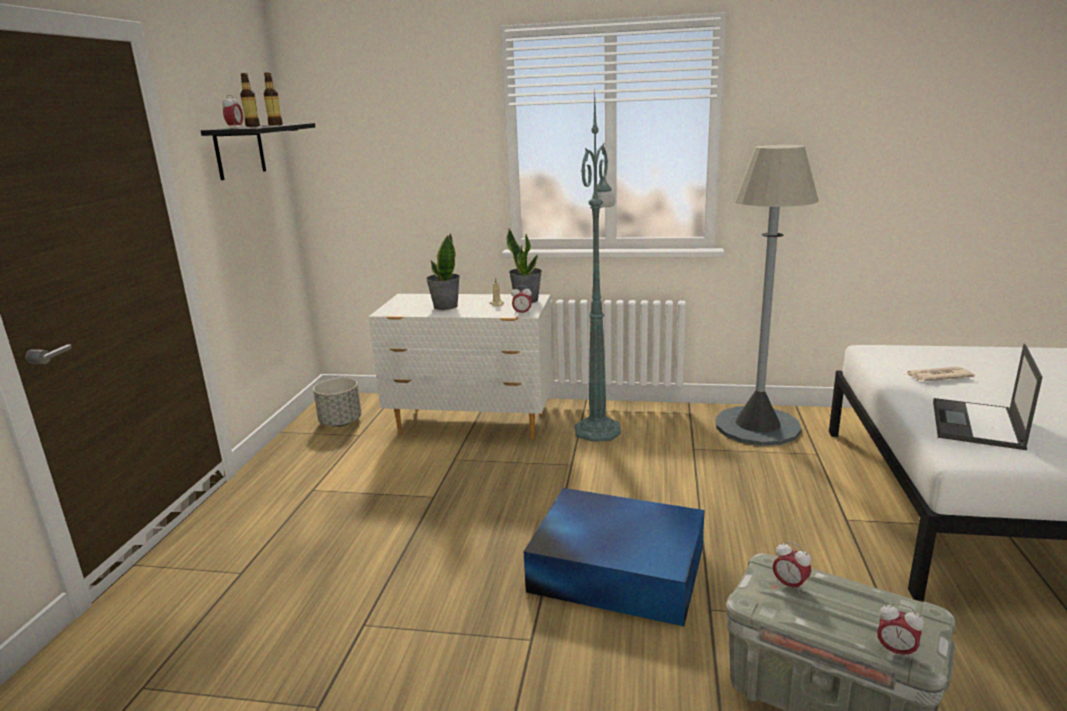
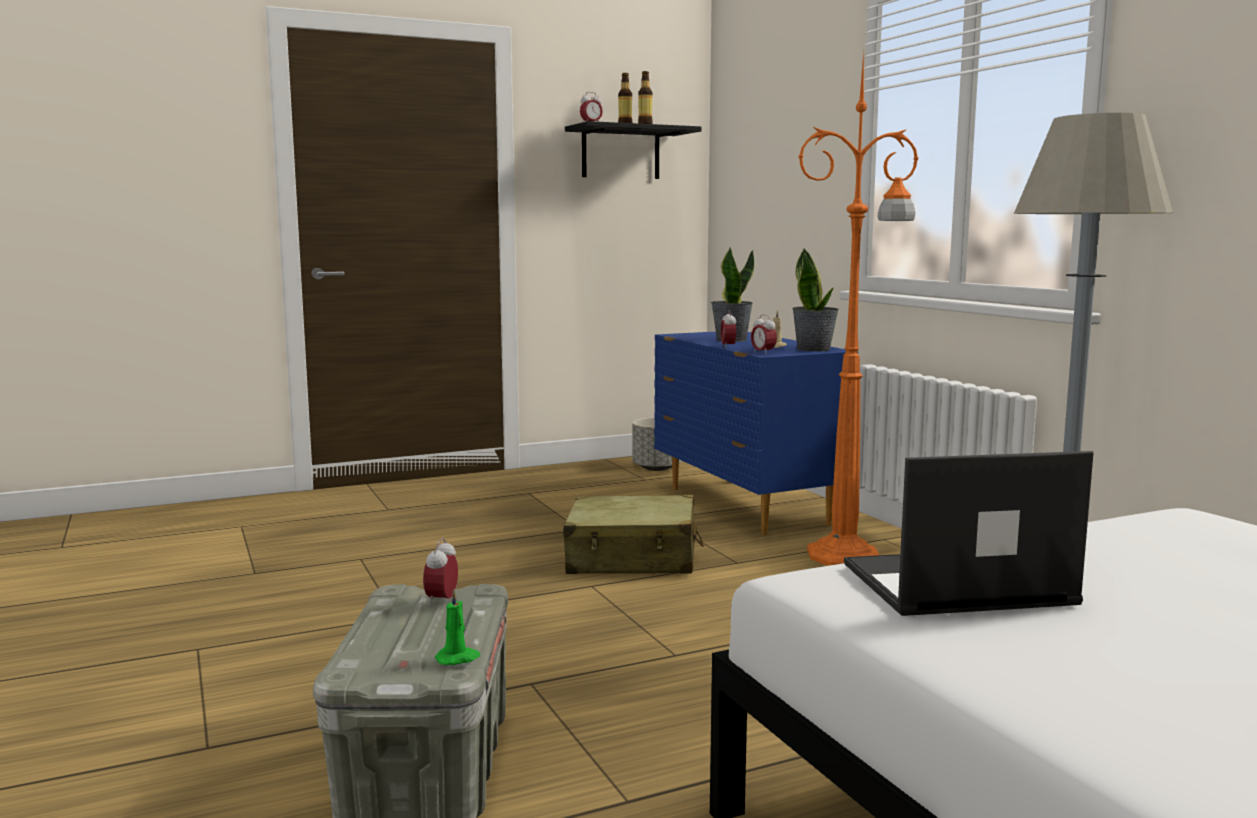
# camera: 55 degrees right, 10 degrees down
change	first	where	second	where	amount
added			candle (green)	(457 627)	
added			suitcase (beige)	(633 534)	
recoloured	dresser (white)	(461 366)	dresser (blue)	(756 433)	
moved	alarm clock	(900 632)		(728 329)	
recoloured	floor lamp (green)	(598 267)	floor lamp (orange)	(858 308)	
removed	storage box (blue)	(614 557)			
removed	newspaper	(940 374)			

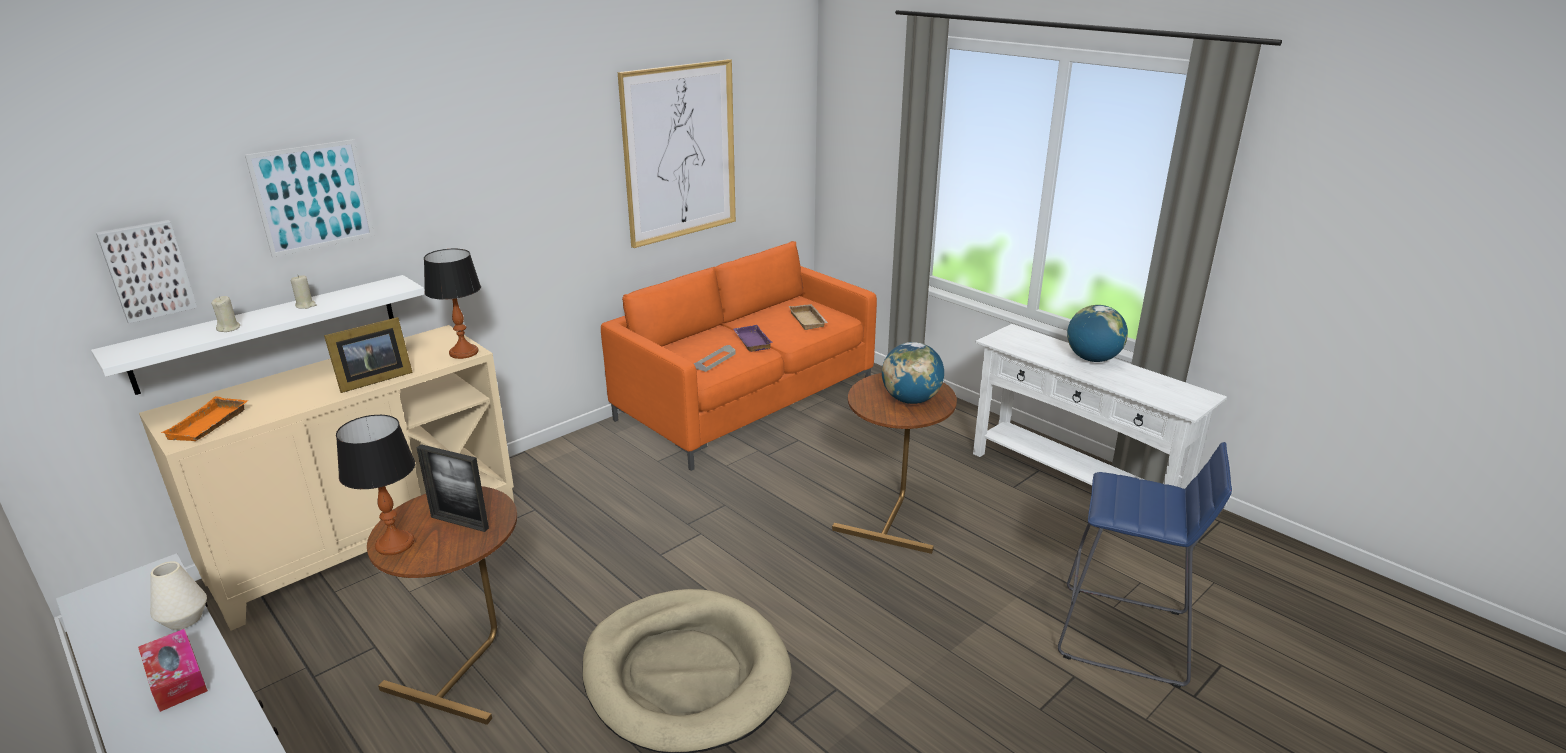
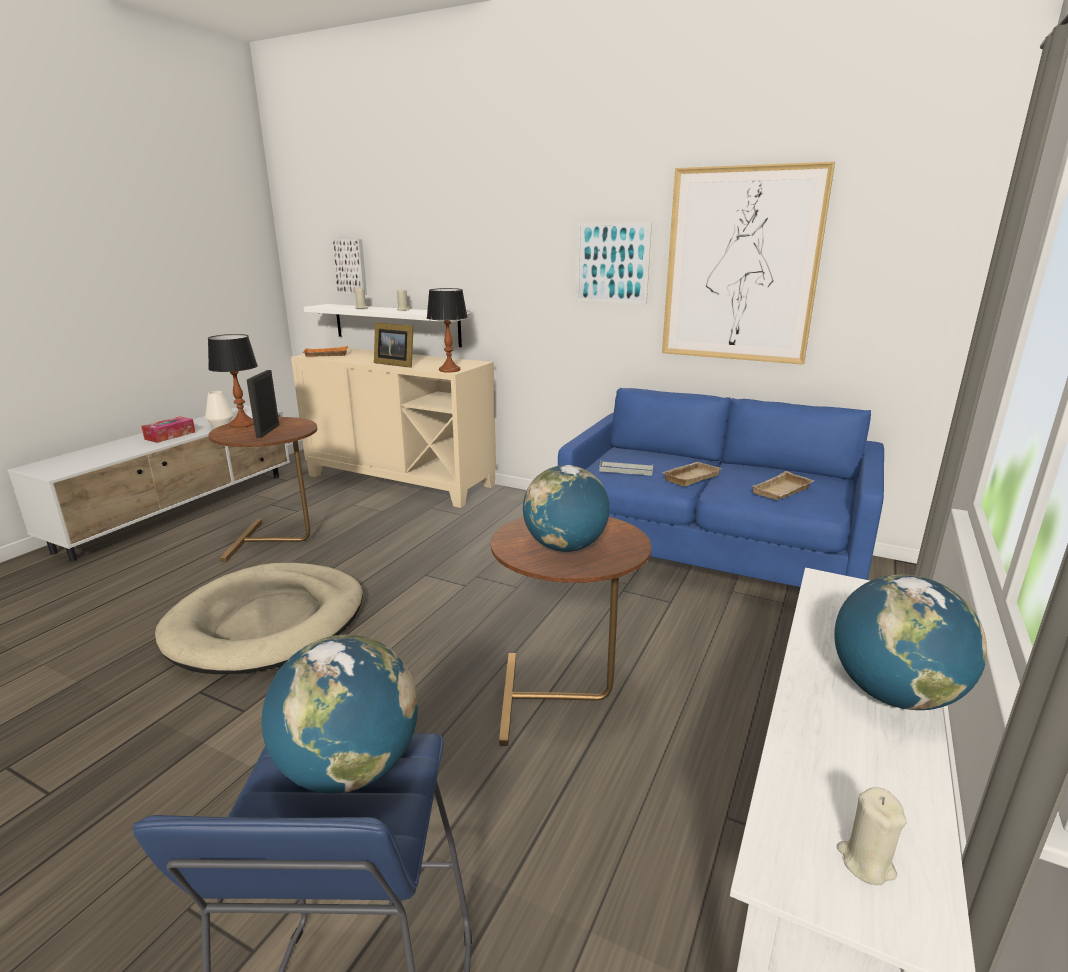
# camera: 70 degrees right, 5 degrees down
change	first	where	second	where	amount
added			globe	(340 714)	
recoloured	sofa (orange)	(739 356)	sofa (blue)	(721 487)	
moved	picture	(310 198)		(614 263)	
recoloured	tray (purple)	(752 338)	tray (beige)	(692 474)	
added			candle (beige)	(872 836)	

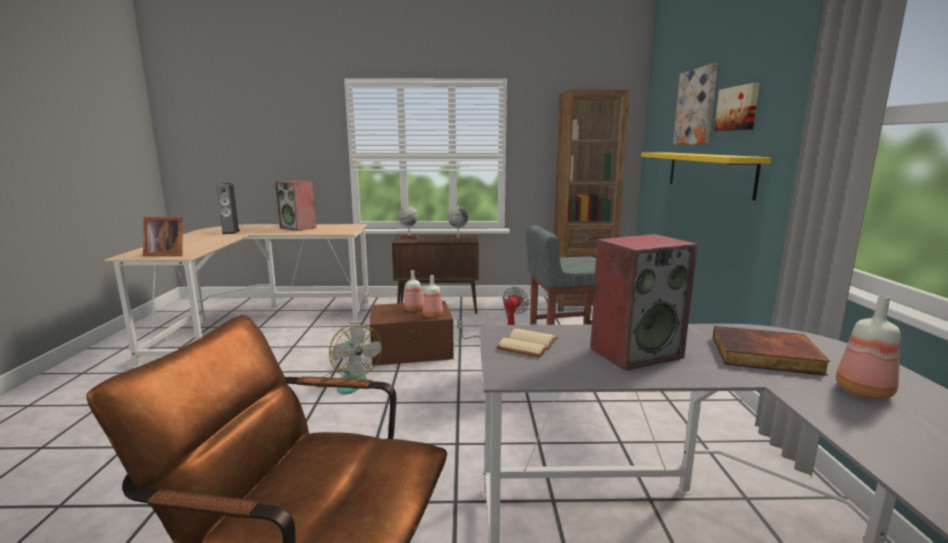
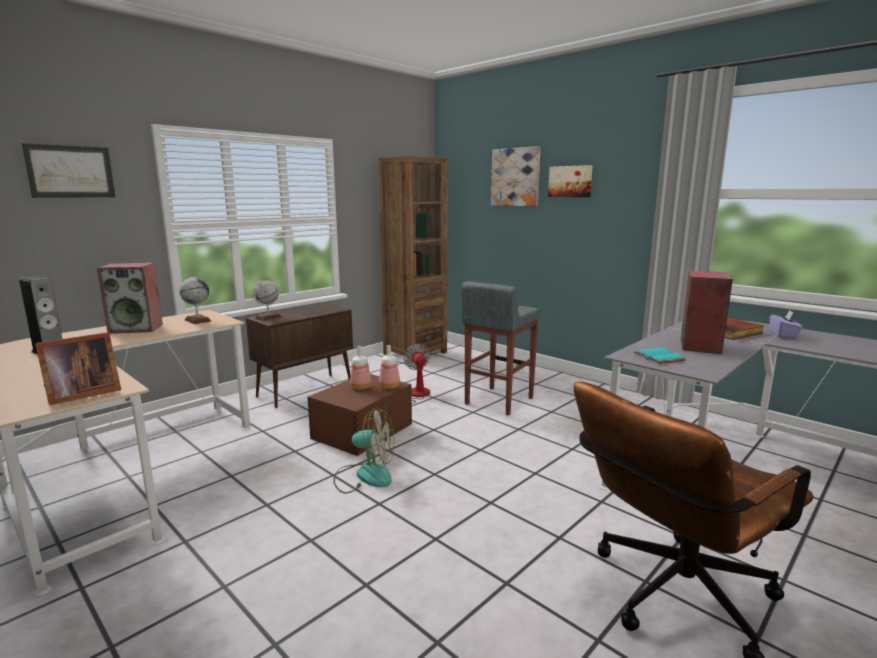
# camera: 45 degrees left, 0 degrees up
change	first	where	second	where	amount
added			picture	(68 170)	
moved	globe	(458 223)		(195 299)	
recoloured	book (beige)	(527 343)	book (turquoise)	(660 356)	
replaced	bottle	(868 347)	tissue box (purple)	(786 324)	
removed	shelf (yellow)	(706 176)			

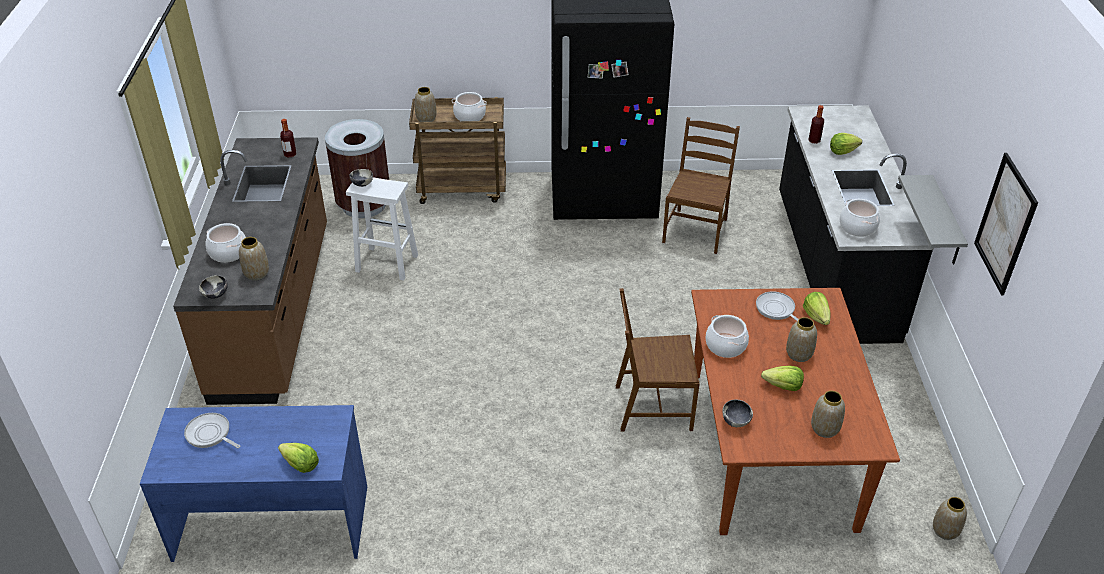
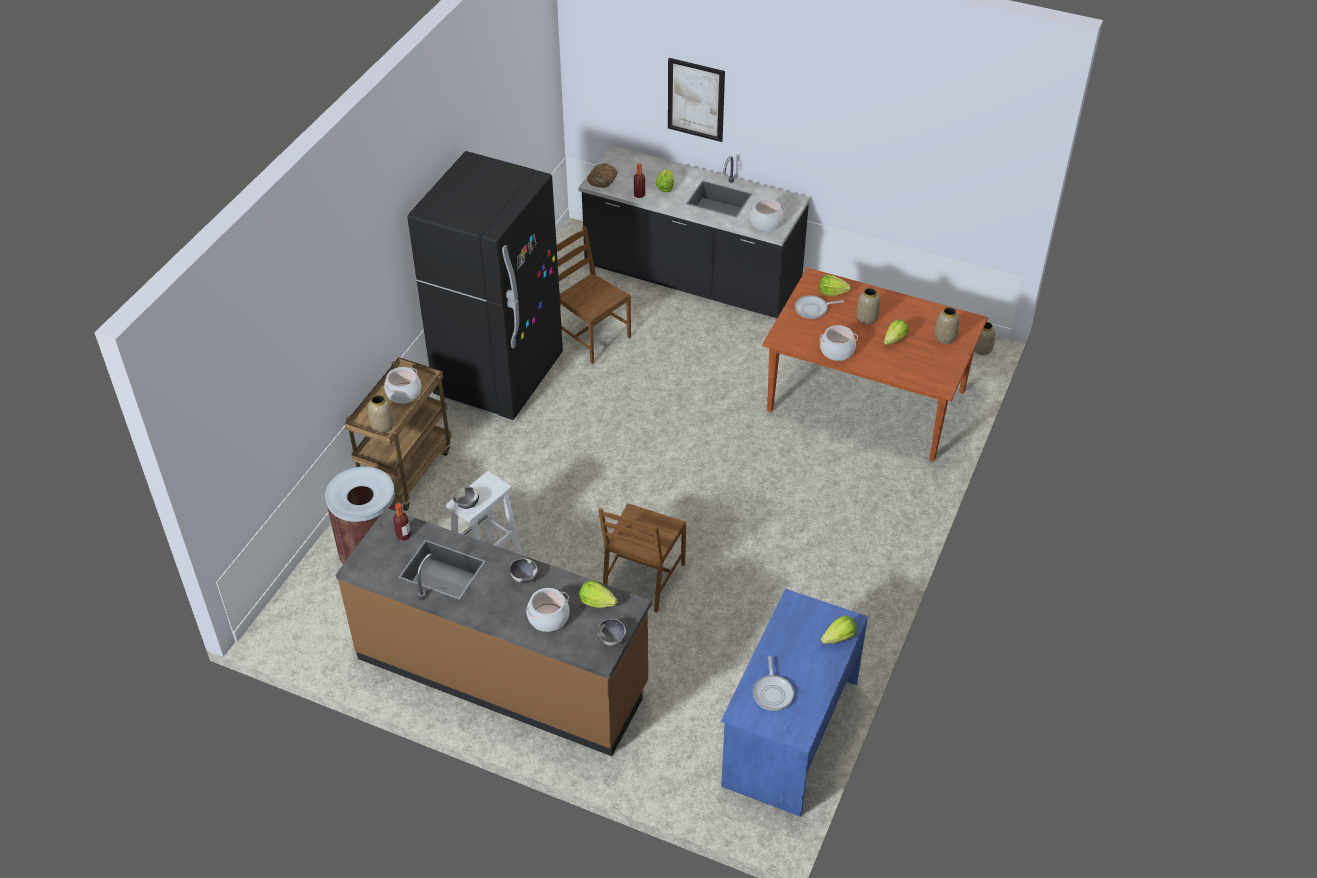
# camera: 65 degrees left, 5 degrees up
change	first	where	second	where	amount
moved	bowl	(737 413)		(524 570)	
replaced	vase	(254 259)	lettuce	(598 594)	
added			bread	(602 175)	
moved	chair (brown)	(658 360)		(642 557)	
moved	picture	(1006 224)		(696 100)	
turned	frying pan	(212 430)		(773 683)	60 degrees counterclockwise
removed	shelf (grey)	(933 219)			

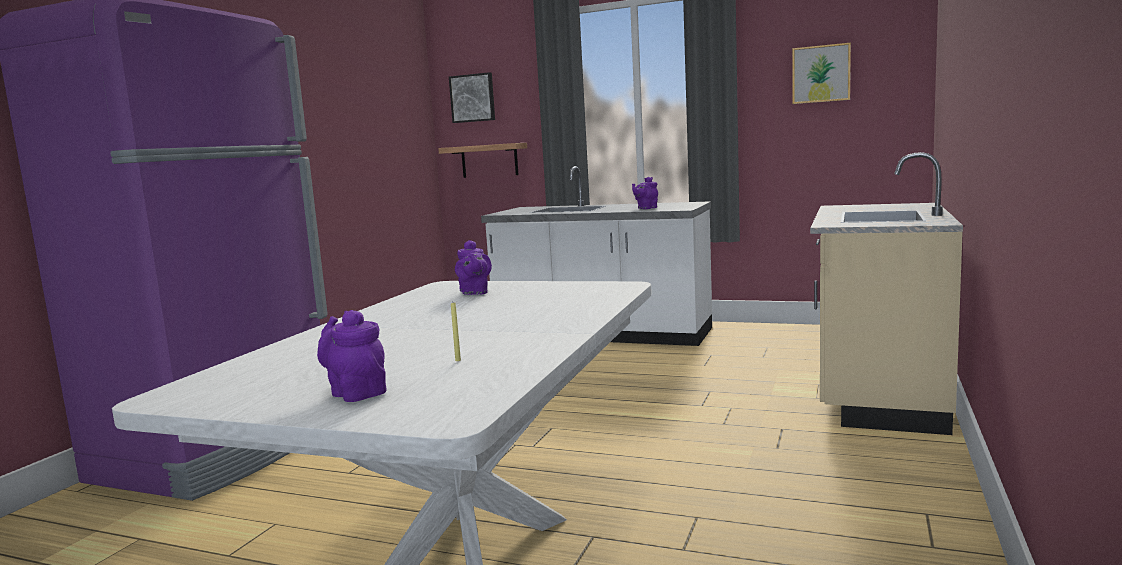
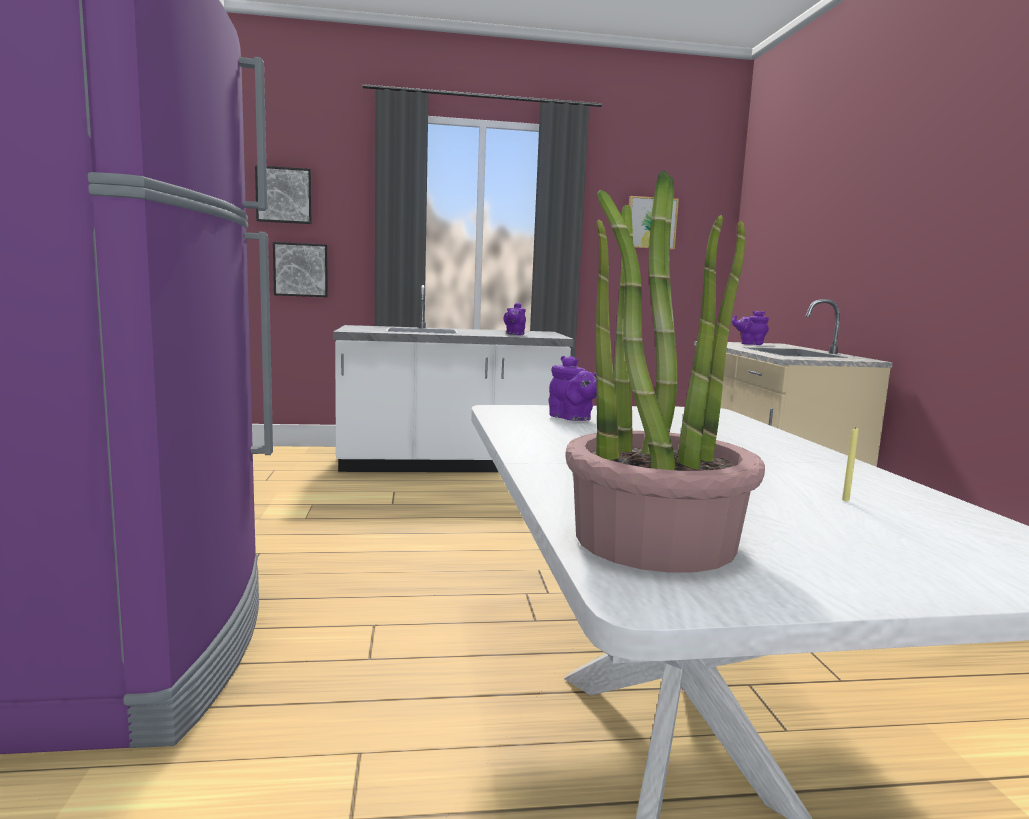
# camera: 30 degrees left, 0 degrees up
change	first	where	second	where	amount
replaced	shelf	(482 160)	picture	(300 269)	
added			potted plant	(665 371)	
moved	teapot (purple)	(351 356)		(750 328)	

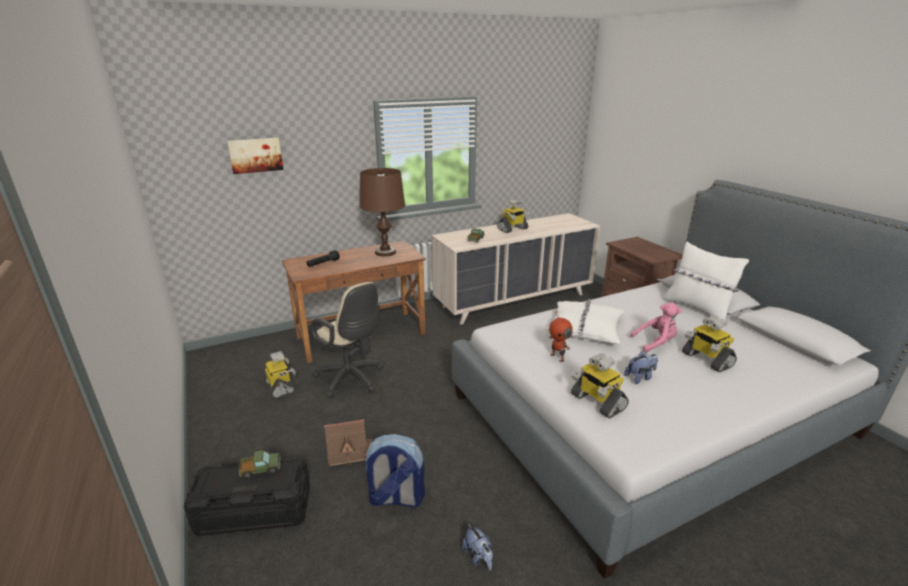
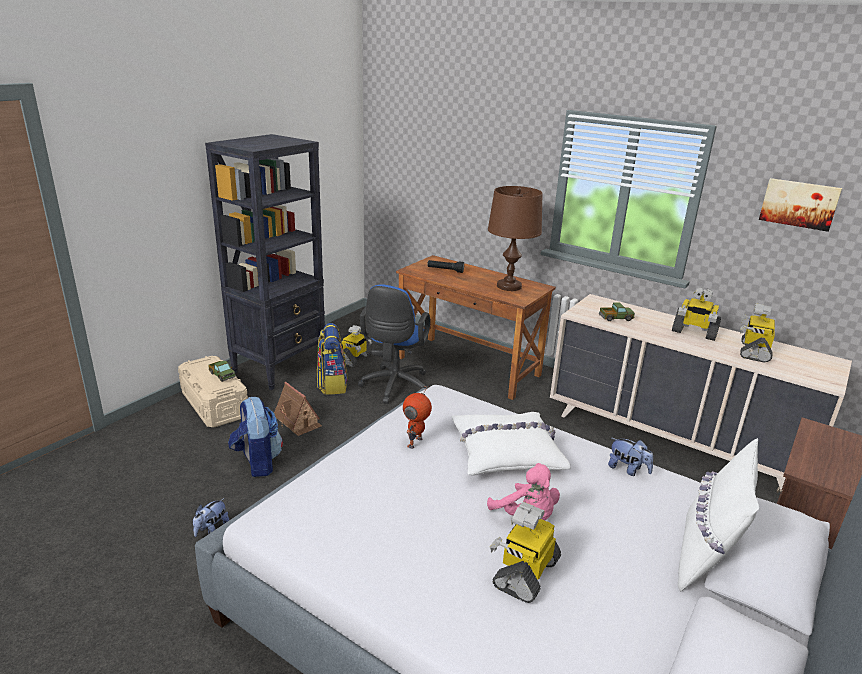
# camera: 60 degrees right, 0 degrees up
change	first	where	second	where	amount
recoloured	storage box (black)	(247 496)	storage box (beige)	(213 391)	
added			bookcase (black)	(265 262)	
added			backpack	(332 359)	
recoloured	office chair (beige)	(347 340)	office chair (blue)	(394 344)	
moved	plush toy	(641 367)		(630 457)	
moved	toy robot	(600 386)		(757 333)	
moved	picture	(255 156)		(800 205)	

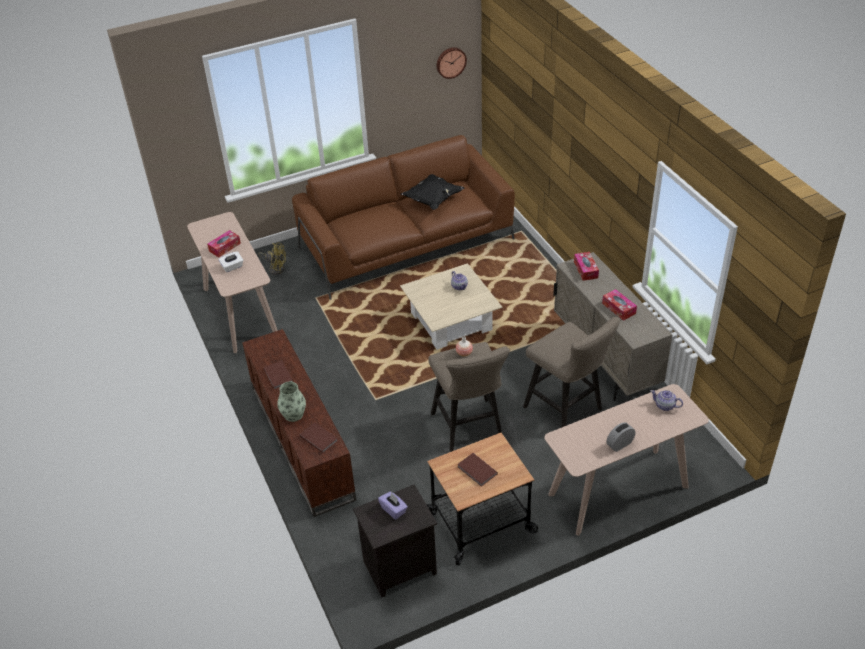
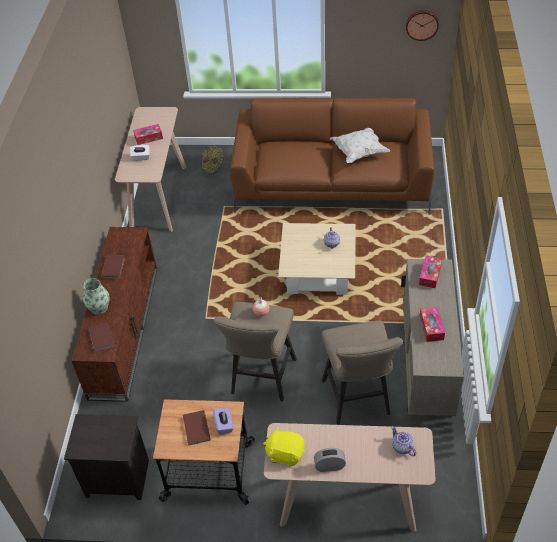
# camera: 30 degrees right, 5 degrees up
change	first	where	second	where	amount
moved	tissue box (purple)	(393 506)		(223 421)	
added			plush toy (yellow)	(284 446)	
recoloured	pillow (black)	(433 192)	pillow (white)	(360 145)	

